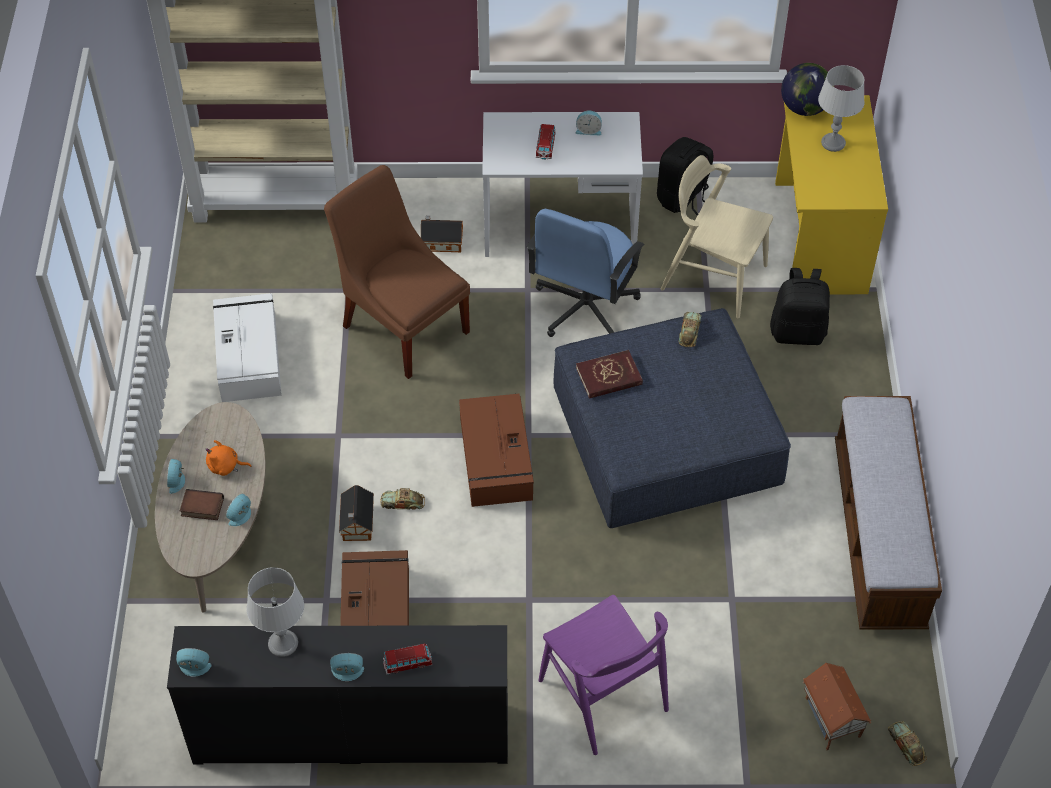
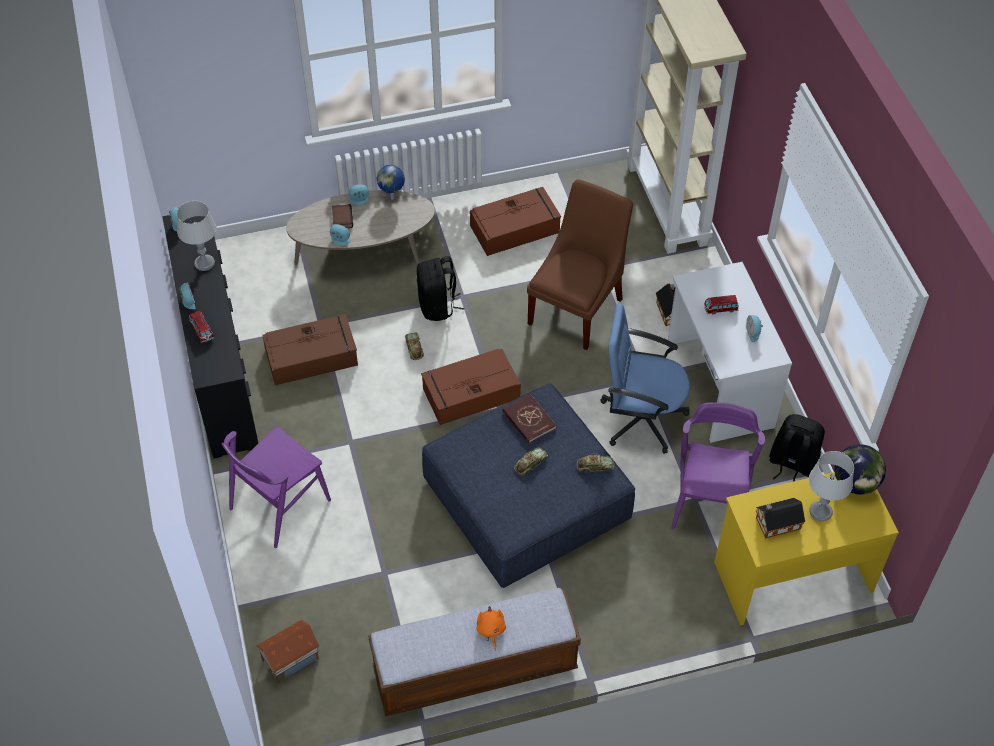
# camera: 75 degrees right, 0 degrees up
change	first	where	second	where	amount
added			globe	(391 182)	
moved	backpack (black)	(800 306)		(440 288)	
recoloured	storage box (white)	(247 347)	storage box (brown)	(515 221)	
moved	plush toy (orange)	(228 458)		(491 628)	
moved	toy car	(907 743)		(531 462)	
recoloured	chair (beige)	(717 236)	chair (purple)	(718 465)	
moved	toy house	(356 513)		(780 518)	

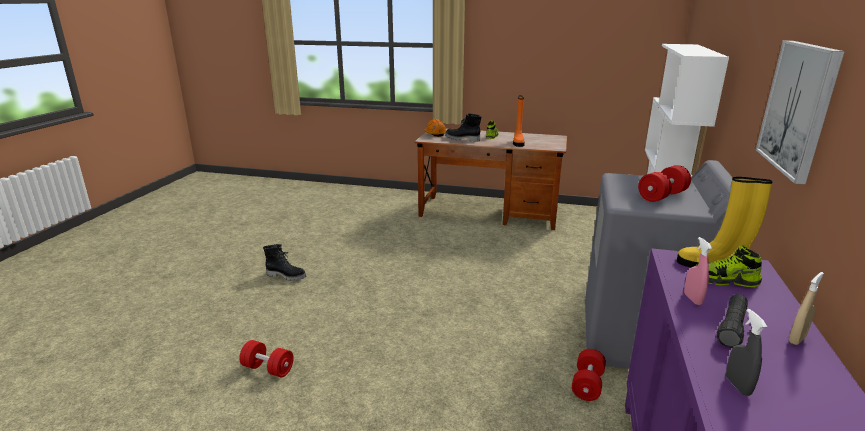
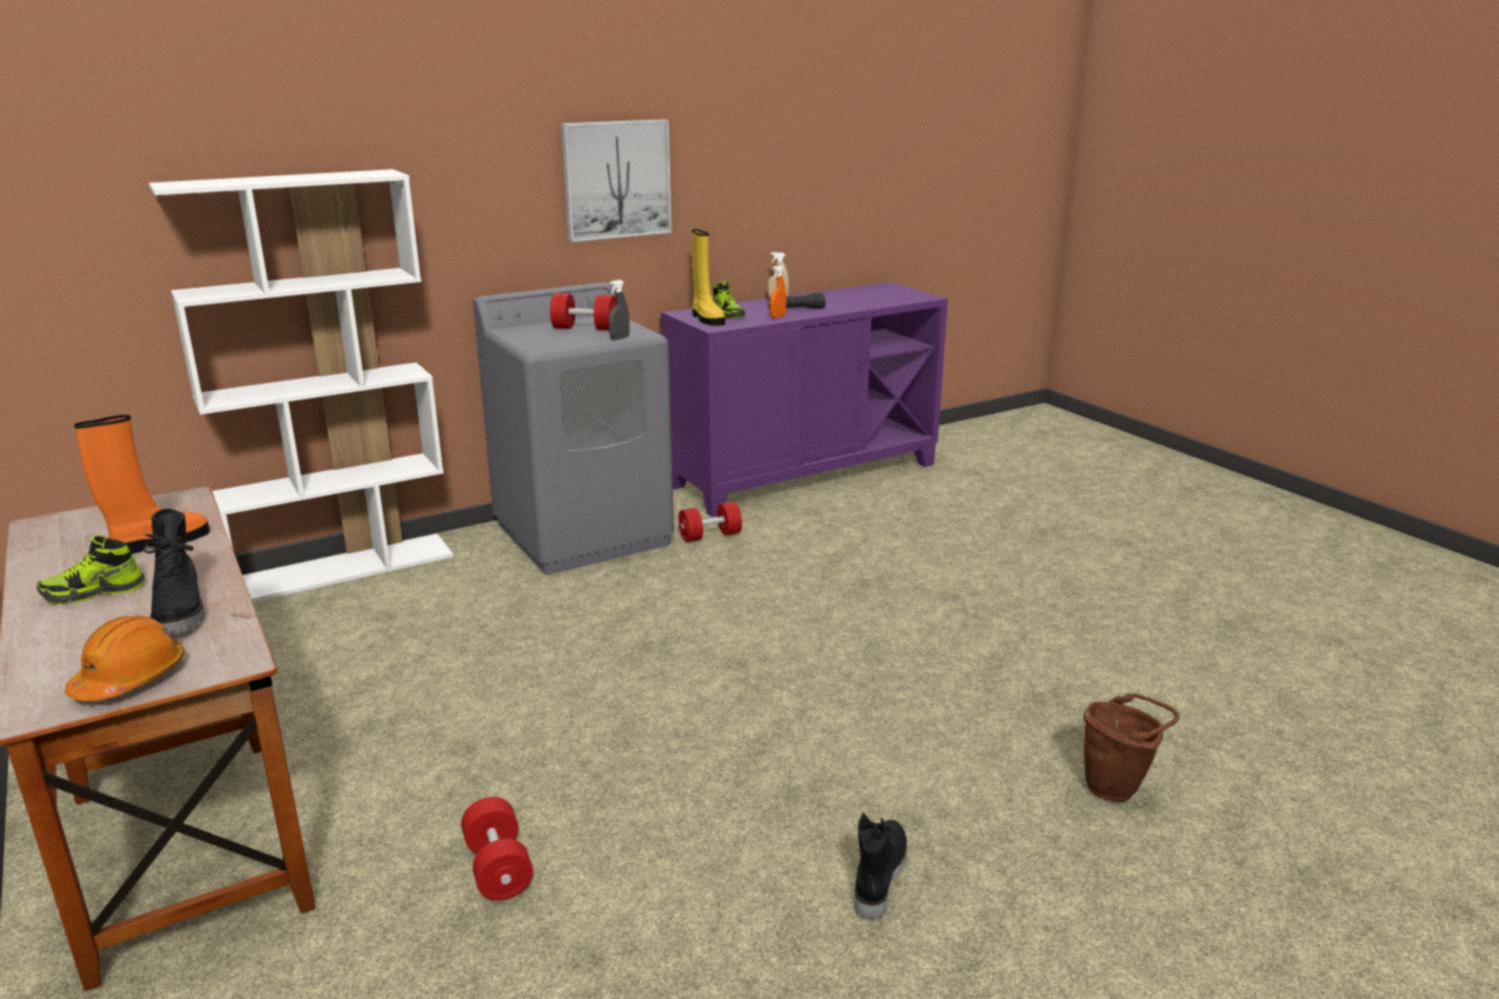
# camera: 135 degrees left, 0 degrees up
change	first	where	second	where	amount
moved	dumbbell (red)	(266 358)		(497 849)	
moved	spray bottle (grey)	(746 352)		(619 310)	
recoloured	spray bottle (pink)	(698 271)	spray bottle (orange)	(778 291)	
turned	boot (black)	(284 262)		(880 867)	45 degrees clockwise
added			bucket (brown)	(1131 747)	

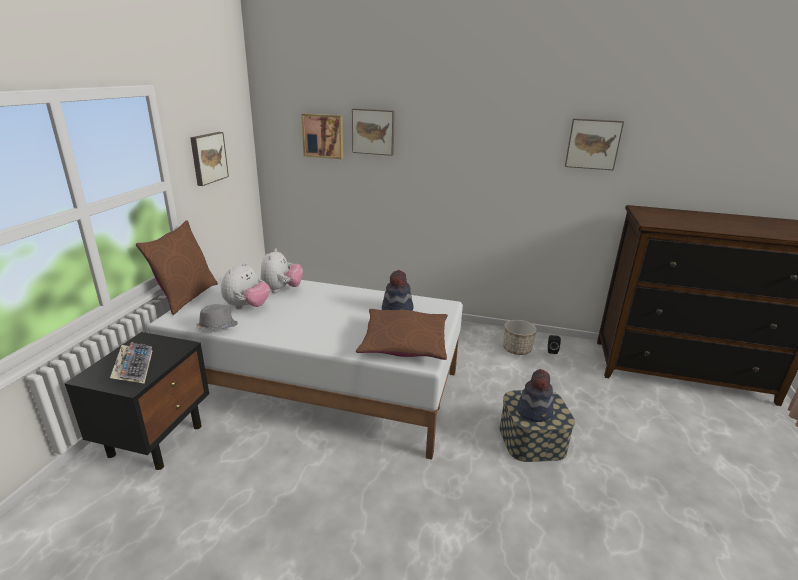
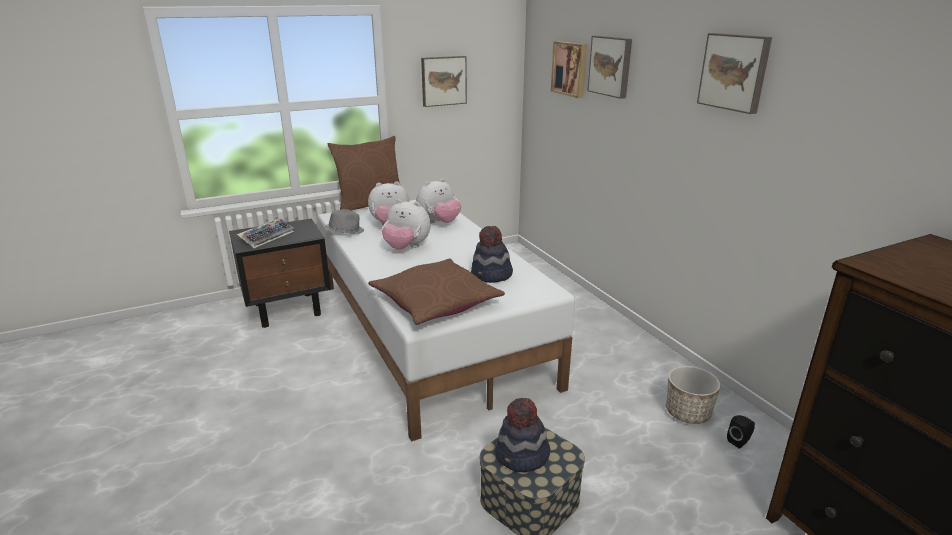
# camera: 50 degrees right, 0 degrees up
change	first	where	second	where	amount
added			plush toy	(406 224)	
moved	picture	(594 144)		(734 73)	

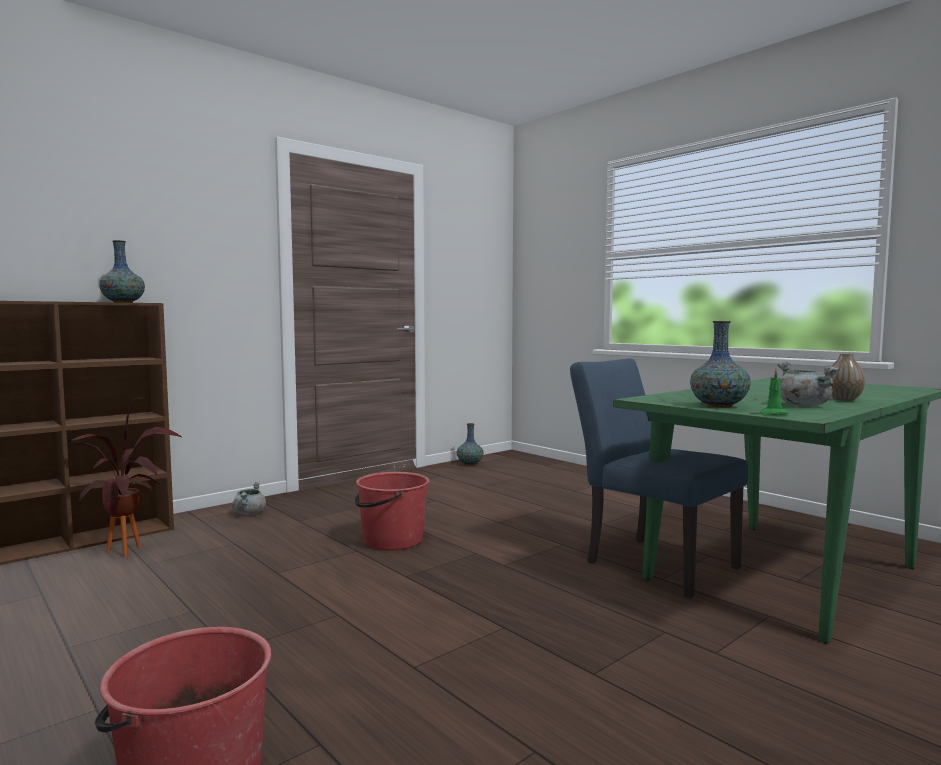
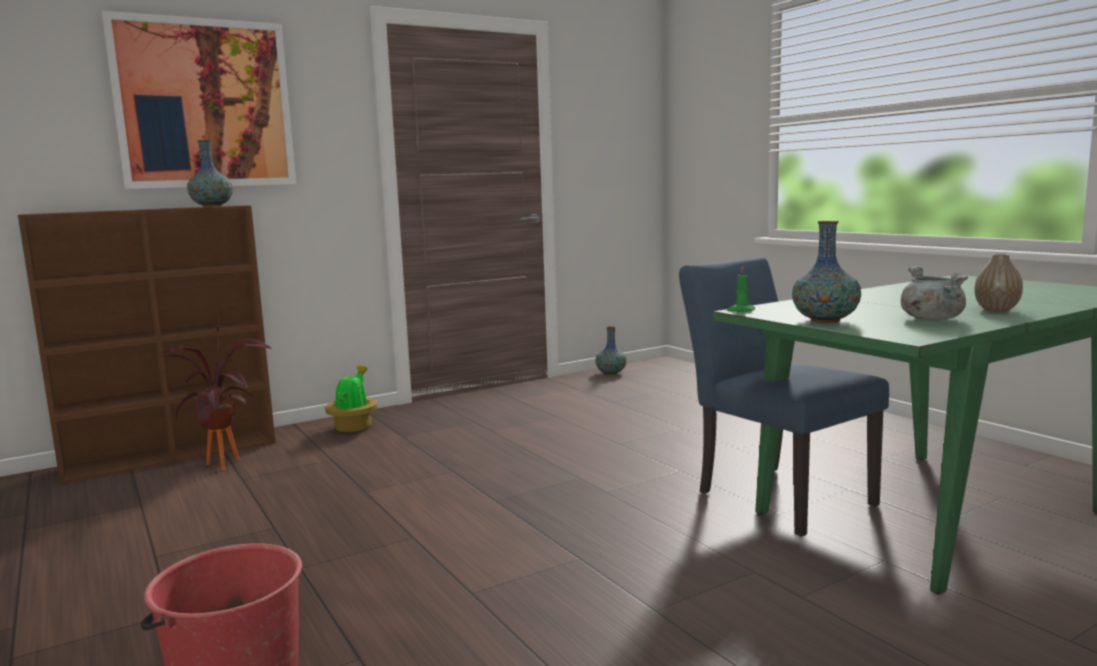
# camera: 10 degrees right, 5 degrees up
change	first	where	second	where	amount
added			picture	(198 100)	
replaced	cooking pot (grey)	(249 498)	potted plant	(351 398)	
moved	candle (green)	(773 392)		(741 289)	
removed	bucket (red)	(392 511)			

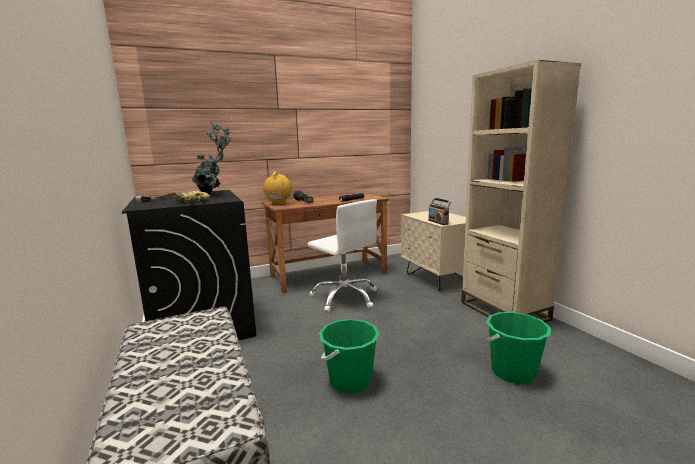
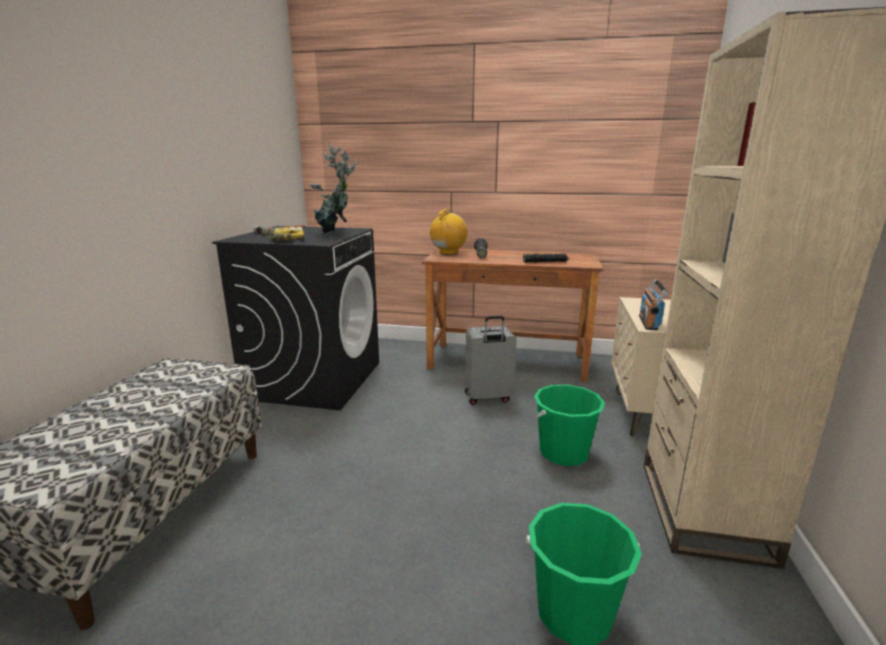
# camera: 35 degrees right, 5 degrees up
change	first	where	second	where	amount
replaced	office chair (white)	(342 255)	suitcase (grey)	(491 360)	
moved	bucket (green)	(349 356)		(569 425)	

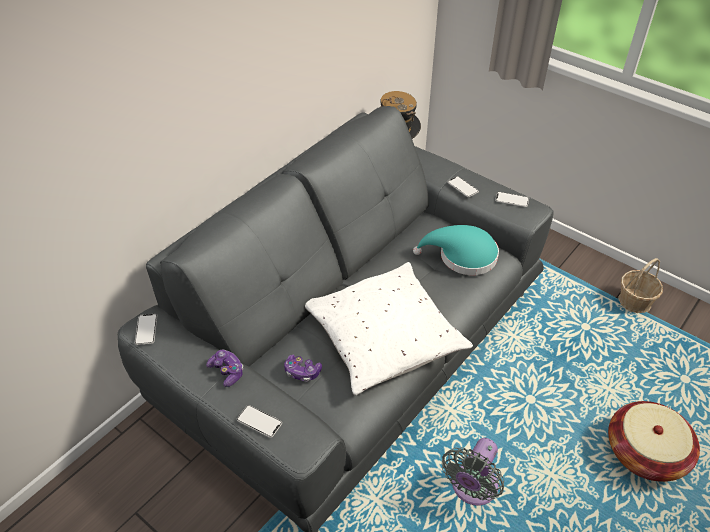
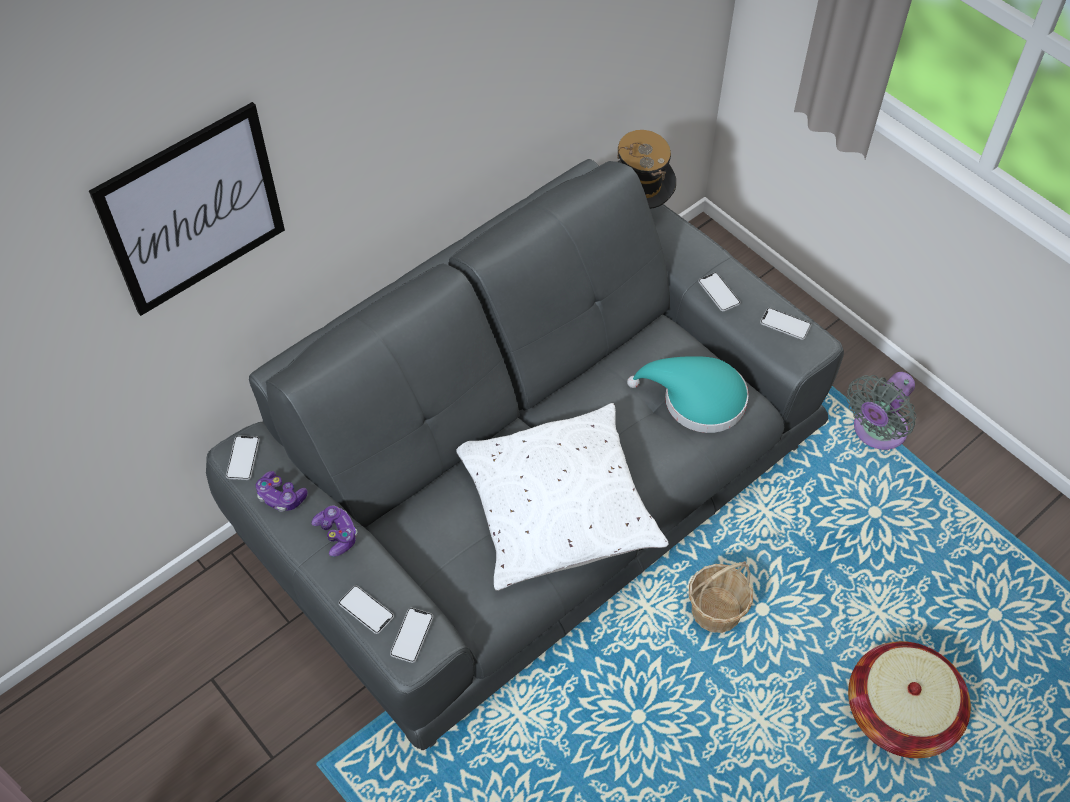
# camera: 10 degrees right, 10 degrees up
change	first	where	second	where	amount
added			picture	(187 209)	
moved	game controller	(303 368)		(281 491)	
added			phone	(411 635)	
moved	basket	(640 285)		(721 597)	
moved	fan (grey)	(473 472)		(881 411)	

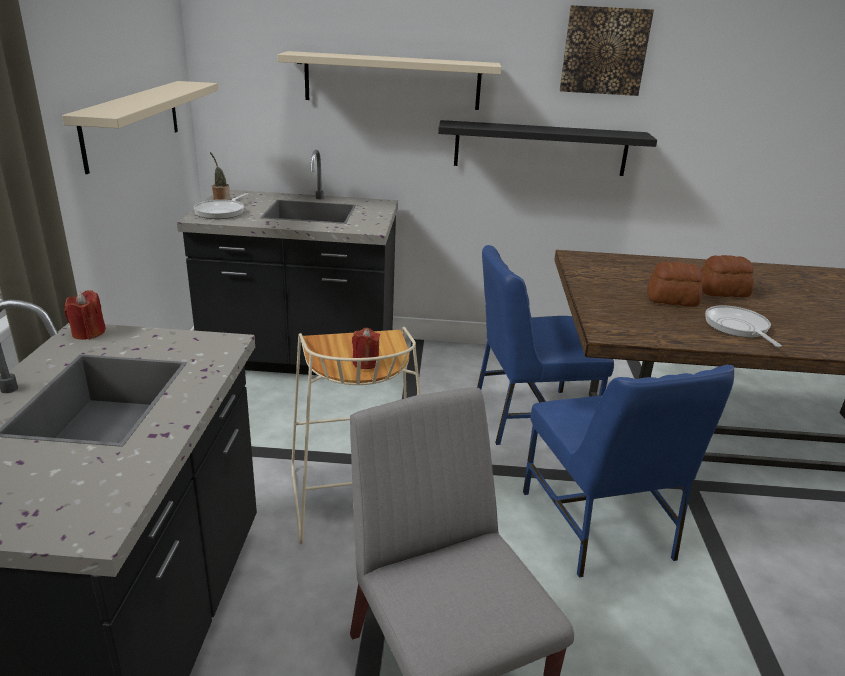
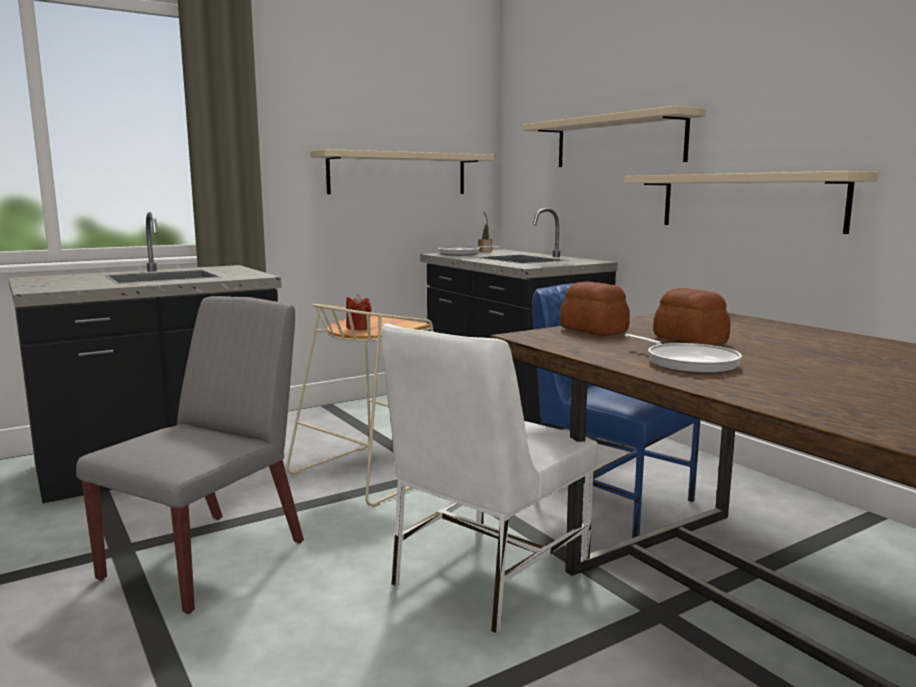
# camera: 55 degrees right, 15 degrees down
change	first	where	second	where	amount
recoloured	chair (blue)	(628 471)	chair (white)	(489 478)	
moved	bread	(727 276)		(595 308)	
turned	frying pan	(743 326)		(683 354)	105 degrees clockwise
recoloured	shelf (black)	(547 148)	shelf (beige)	(752 202)	
removed	candle (red)	(85 315)			
removed	picture	(607 50)			

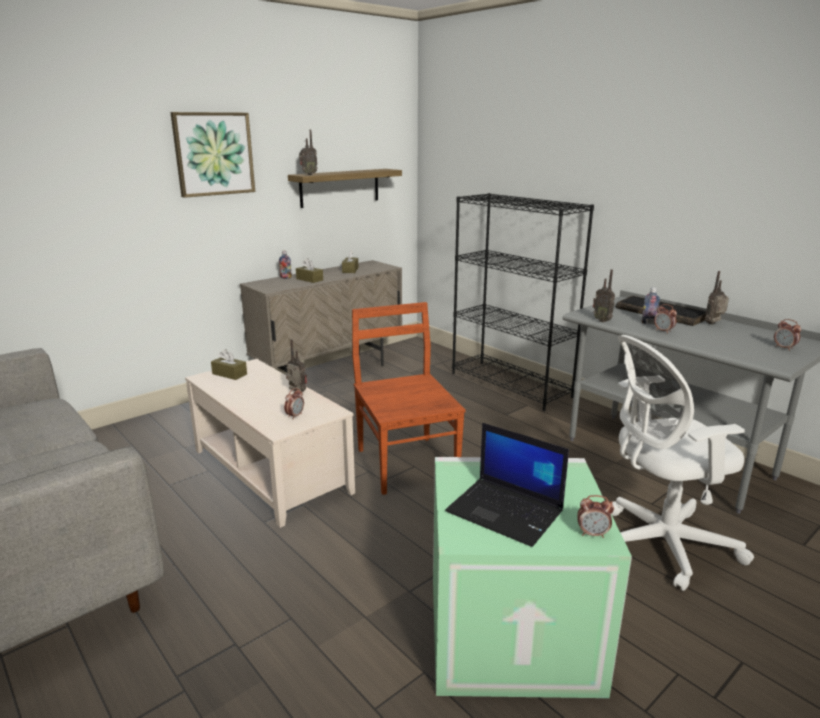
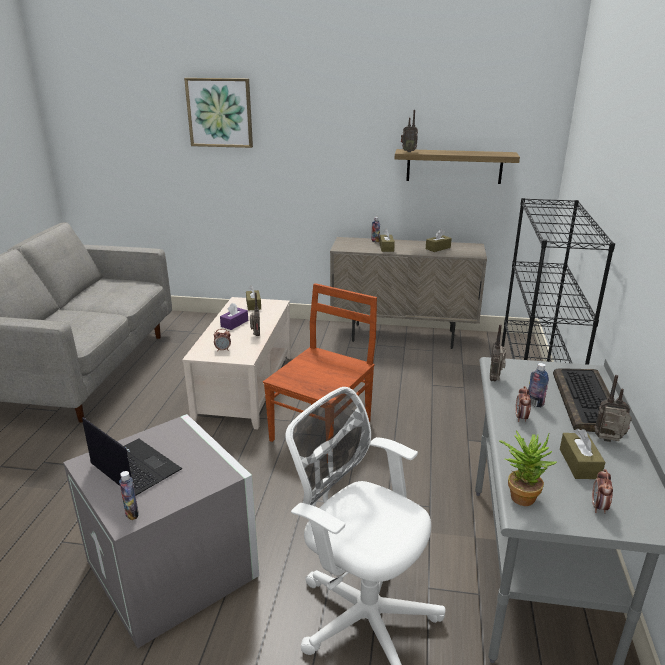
# camera: 50 degrees right, 5 degrees up
change	first	where	second	where	amount
recoloured	storage box (green)	(532 577)	storage box (grey)	(161 531)	
turned	laptop	(507 485)		(132 456)	135 degrees clockwise
replaced	alarm clock	(595 516)	bottle	(129 495)	
moved	picture	(212 155)		(218 113)	
added			tissue box (purple)	(234 316)	
added			potted plant	(528 468)	
added			tissue box (brown)	(582 454)	

